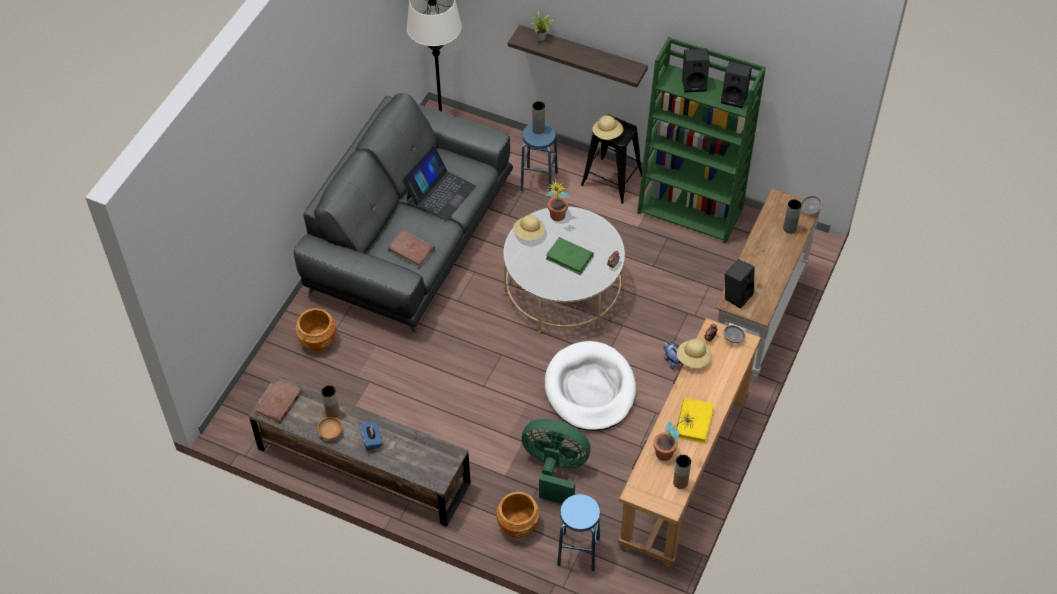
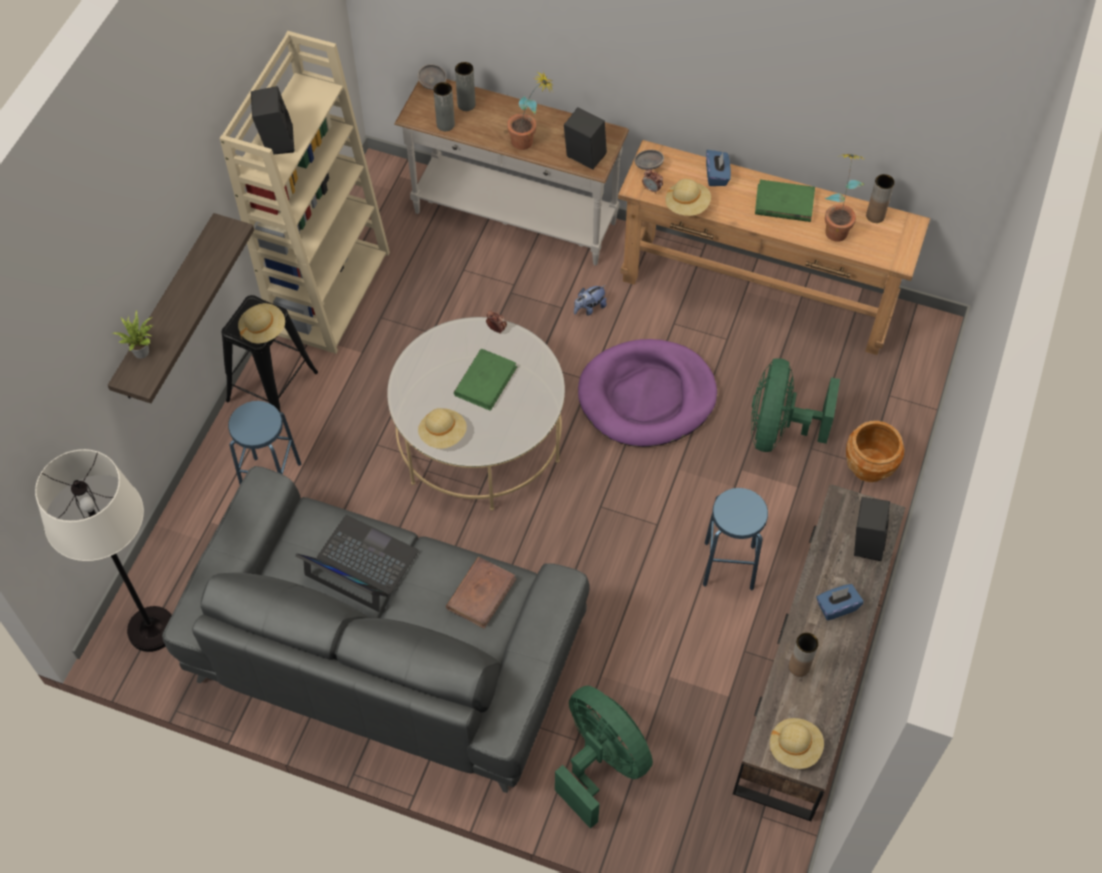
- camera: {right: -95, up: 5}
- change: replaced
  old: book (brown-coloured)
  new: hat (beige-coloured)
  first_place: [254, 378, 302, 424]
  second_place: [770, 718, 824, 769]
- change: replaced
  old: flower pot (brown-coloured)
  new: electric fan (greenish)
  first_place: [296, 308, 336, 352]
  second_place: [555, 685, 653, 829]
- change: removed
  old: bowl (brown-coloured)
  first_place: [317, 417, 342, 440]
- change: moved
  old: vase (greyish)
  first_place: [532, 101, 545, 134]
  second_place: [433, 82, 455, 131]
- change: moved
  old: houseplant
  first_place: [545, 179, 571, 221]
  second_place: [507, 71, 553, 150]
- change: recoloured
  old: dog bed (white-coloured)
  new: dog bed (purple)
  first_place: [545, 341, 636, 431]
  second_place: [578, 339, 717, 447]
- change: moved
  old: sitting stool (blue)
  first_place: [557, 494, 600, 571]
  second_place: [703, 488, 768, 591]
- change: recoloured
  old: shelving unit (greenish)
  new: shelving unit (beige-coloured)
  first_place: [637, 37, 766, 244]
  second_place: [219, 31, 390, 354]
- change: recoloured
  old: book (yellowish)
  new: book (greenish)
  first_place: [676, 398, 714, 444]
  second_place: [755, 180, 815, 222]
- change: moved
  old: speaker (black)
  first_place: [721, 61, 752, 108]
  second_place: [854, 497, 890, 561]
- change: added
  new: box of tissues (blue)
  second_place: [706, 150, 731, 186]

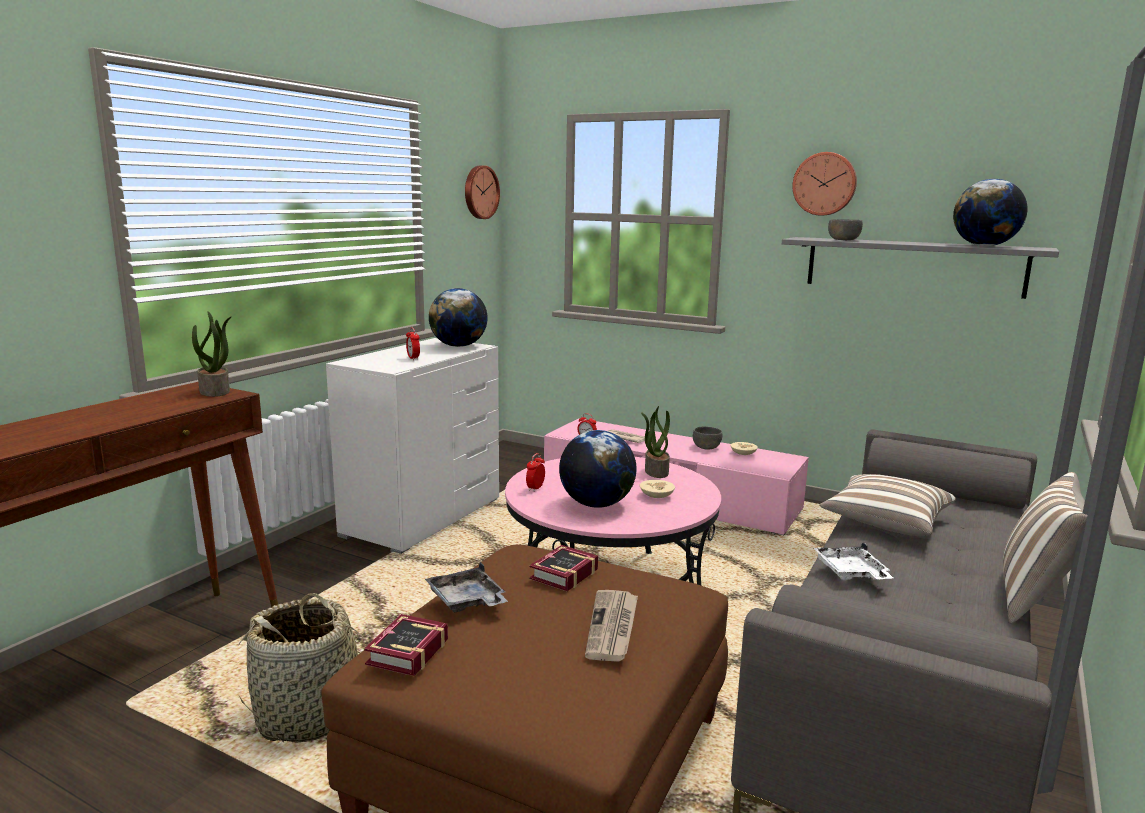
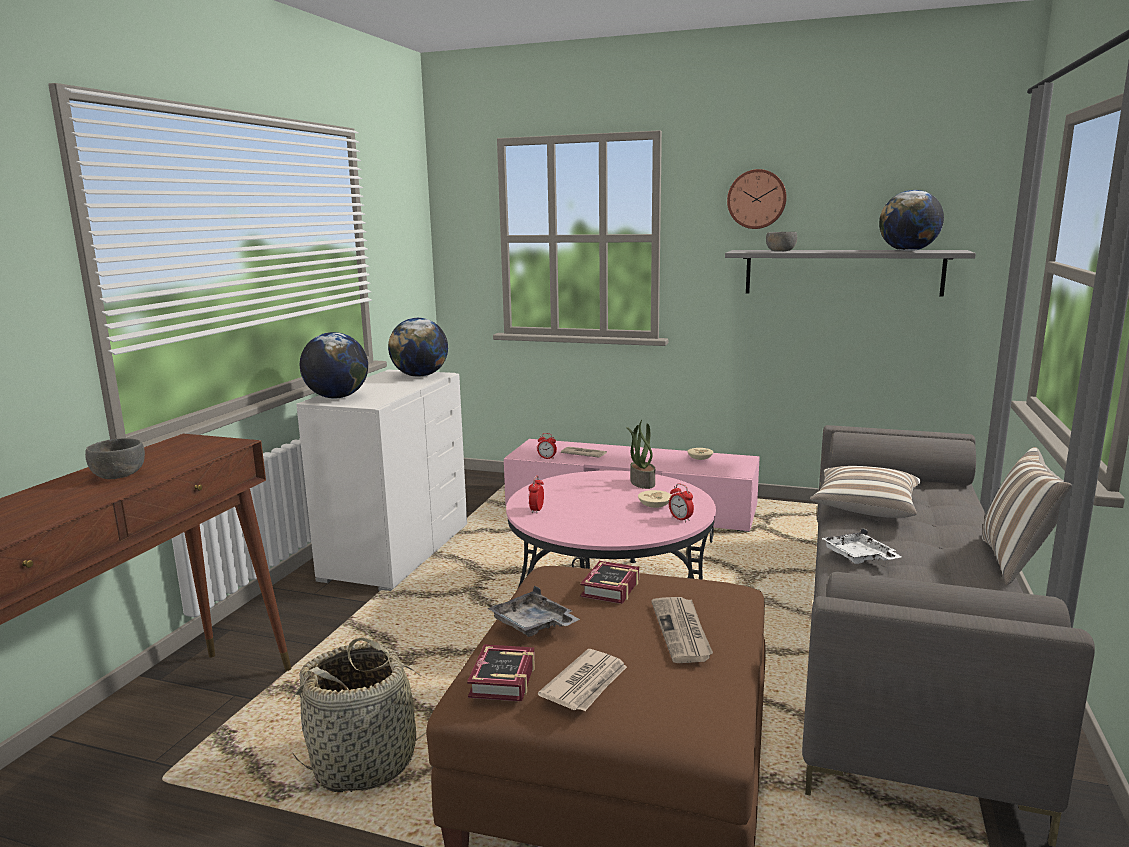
- camera: {right: -10, up: 0}
- change: removed
  old: houseplant
  first_place: [192, 311, 232, 397]
- change: moved
  old: table clock
  first_place: [406, 327, 420, 360]
  second_place: [669, 483, 694, 522]
- change: removed
  old: hanging clock
  first_place: [465, 166, 500, 219]
- change: moved
  old: world globe
  first_place: [559, 430, 636, 508]
  second_place: [300, 332, 368, 399]
- change: moved
  old: bowl (greyish)
  first_place: [693, 427, 722, 450]
  second_place: [85, 438, 145, 479]
- change: added
  new: daily paper
  second_place: [538, 649, 627, 711]

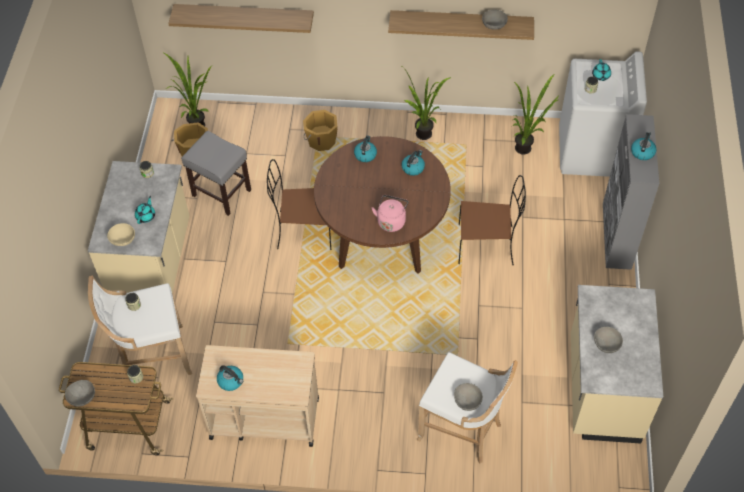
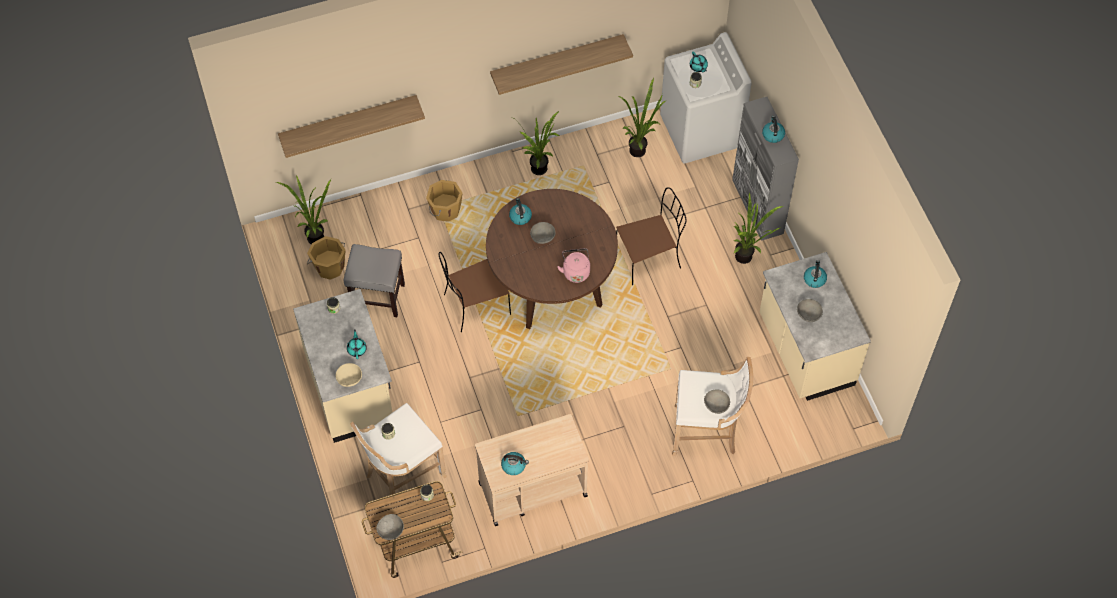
- camera: {right: -25, up: 5}
- change: moved
  old: water kettle
  first_place: [401, 150, 425, 176]
  second_place: [804, 260, 827, 288]
- change: moved
  old: bowl (greyish)
  first_place: [482, 10, 508, 30]
  second_place: [530, 222, 555, 244]
- change: added
  new: houseplant
  second_place: [734, 193, 783, 264]

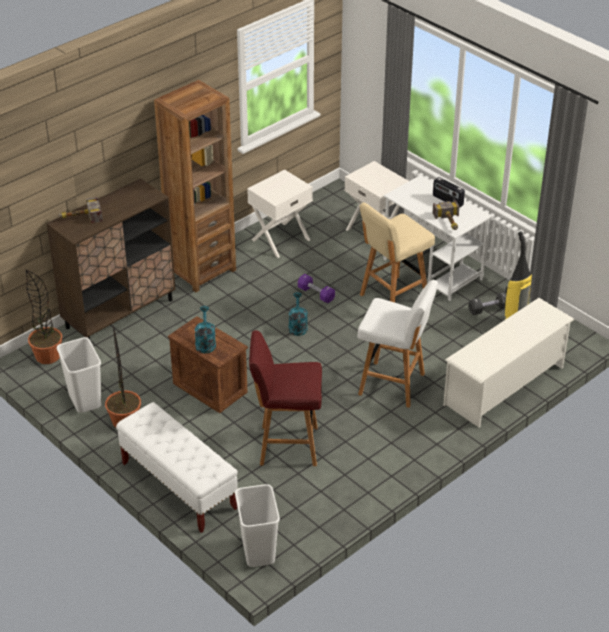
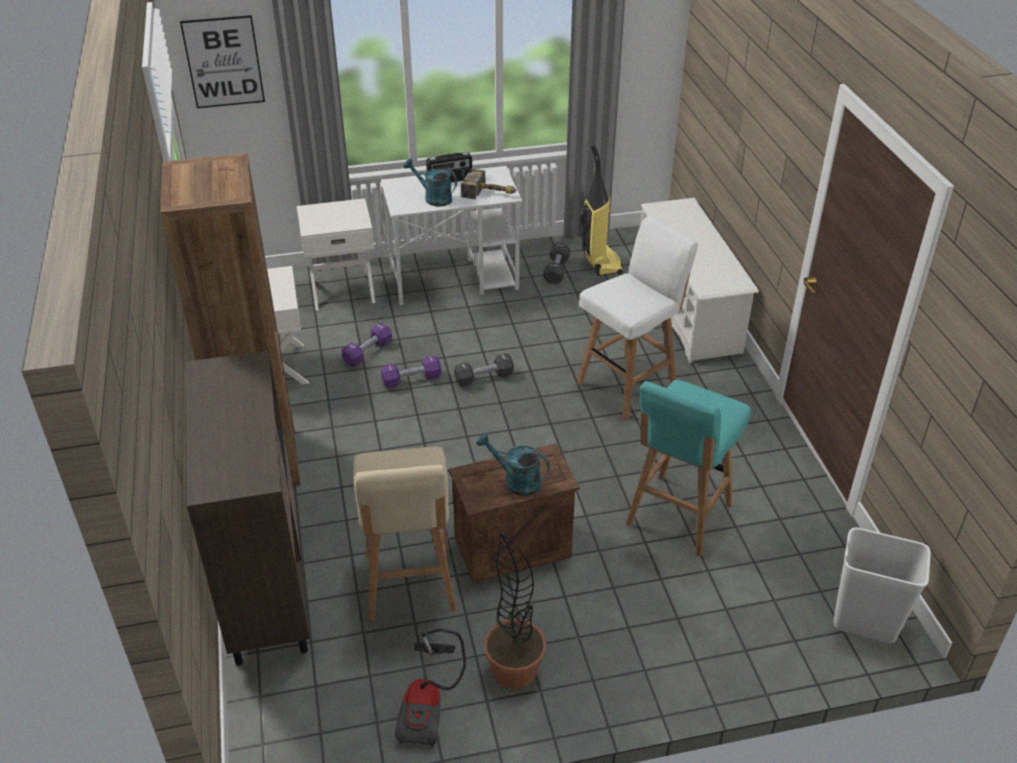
- camera: {right: -60, up: 0}
- change: removed
  old: houseplant
  first_place: [25, 269, 62, 364]
- change: replaced
  old: trash can (white-coloured)
  new: hoover
  first_place: [57, 337, 101, 413]
  second_place: [395, 628, 466, 747]
- change: removed
  old: tool hammer
  first_place: [58, 197, 103, 223]
- change: removed
  old: indoor bench (white-coloured)
  first_place: [116, 402, 238, 533]
- change: recoloured
  old: sitting stool (reddish)
  new: sitting stool (blue-green)
  first_place: [249, 330, 322, 466]
  second_place: [626, 380, 751, 557]
- change: moved
  old: watering pot (blue-green)
  first_place: [289, 292, 308, 336]
  second_place: [404, 159, 457, 207]
- change: moved
  old: sitting stool (beige-coloured)
  first_place: [359, 202, 435, 303]
  second_place: [353, 447, 457, 621]
- change: added
  new: picture
  second_place: [180, 15, 265, 108]
- change: added
  new: dumbbell (purple)
  second_place: [341, 323, 392, 367]
- change: added
  new: dumbbell (black)
  second_place: [454, 353, 514, 387]

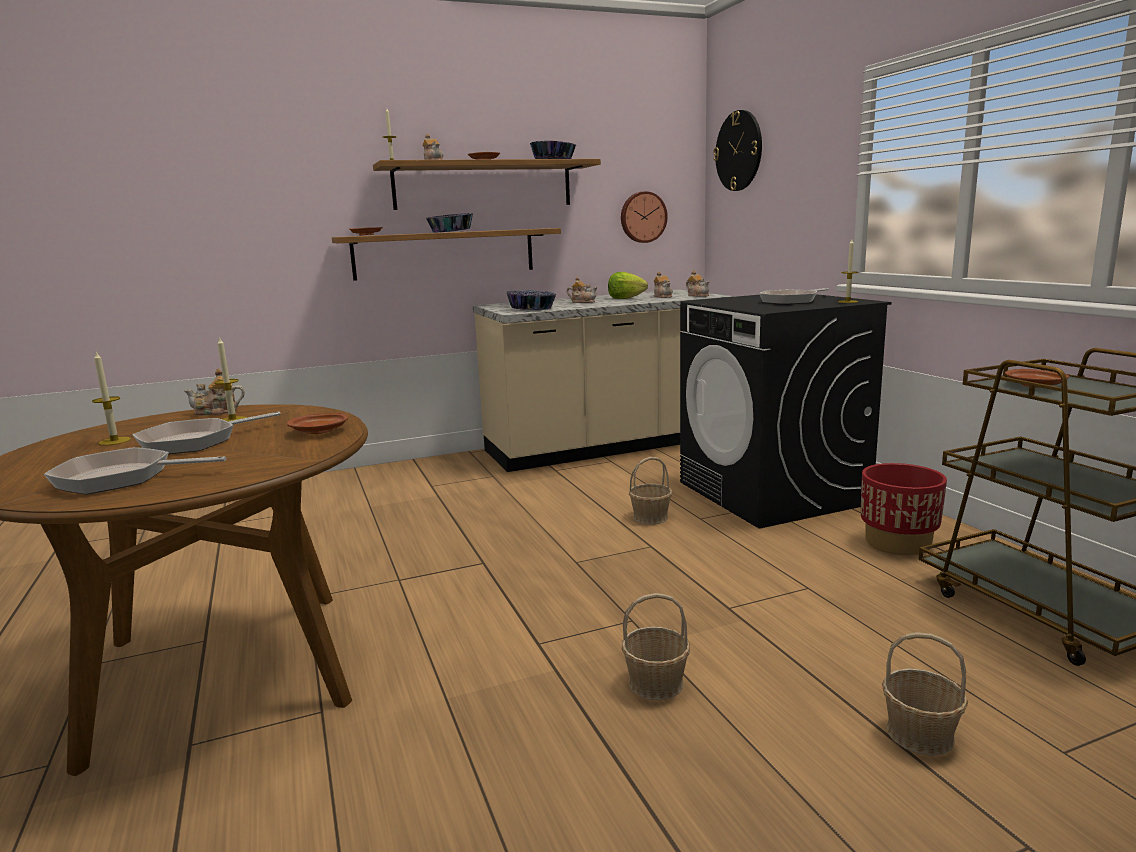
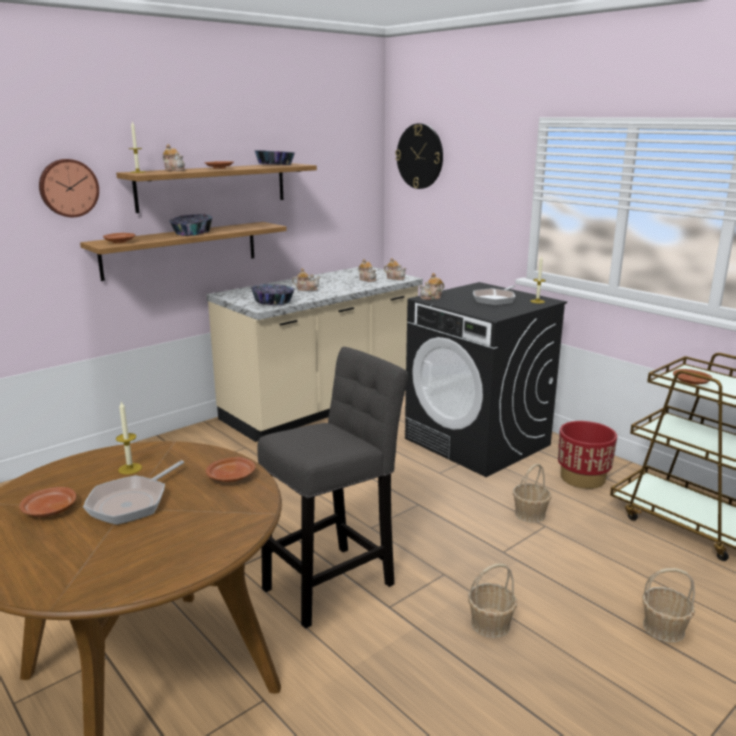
- camera: {right: -20, up: 5}
- change: removed
  old: frying pan
  first_place: [44, 447, 226, 494]
- change: replaced
  old: wax light
  new: flat dish (brown-coloured)
  first_place: [92, 351, 131, 446]
  second_place: [19, 487, 76, 517]
- change: moved
  old: tea pot
  first_place: [184, 369, 245, 415]
  second_place: [419, 273, 445, 300]
- change: removed
  old: head of lettuce
  first_place: [608, 272, 648, 299]
- change: moved
  old: hanging clock
  first_place: [621, 191, 668, 243]
  second_place: [39, 159, 99, 217]
- change: moved
  old: basket
  first_place: [629, 457, 672, 524]
  second_place: [513, 464, 551, 523]
- change: added
  new: sitting stool (greyish)
  second_place: [257, 347, 408, 629]

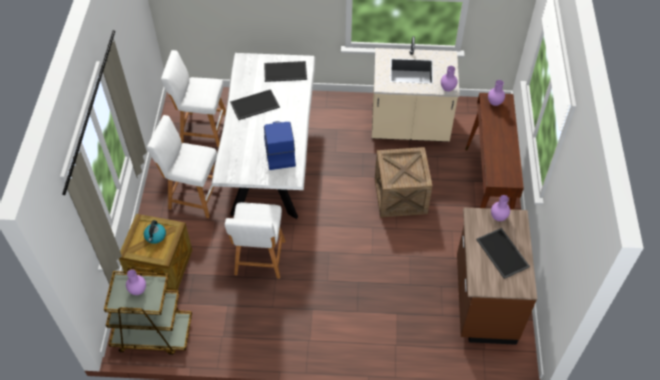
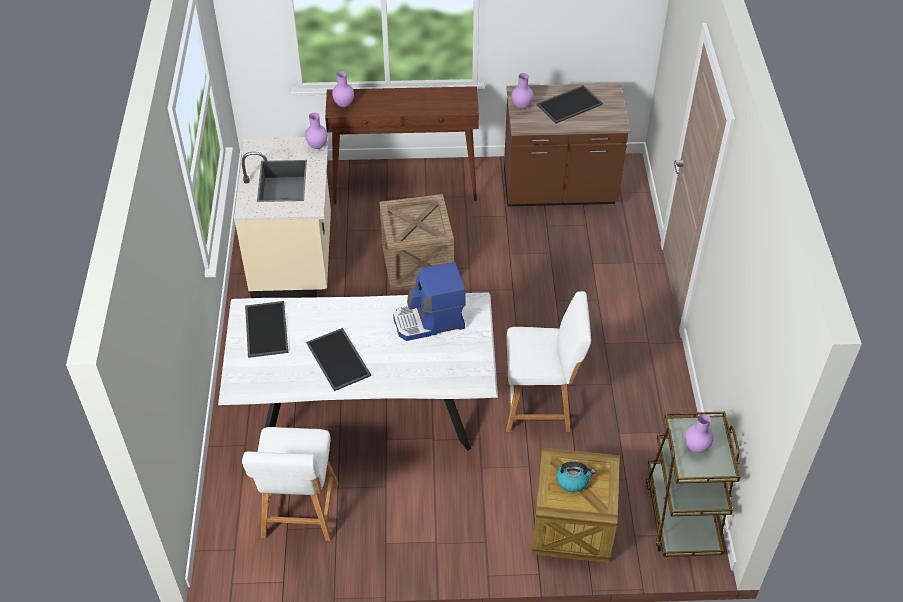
- camera: {right: -95, up: -5}
- change: removed
  old: sitting stool (white-coloured)
  first_place: [147, 115, 217, 218]

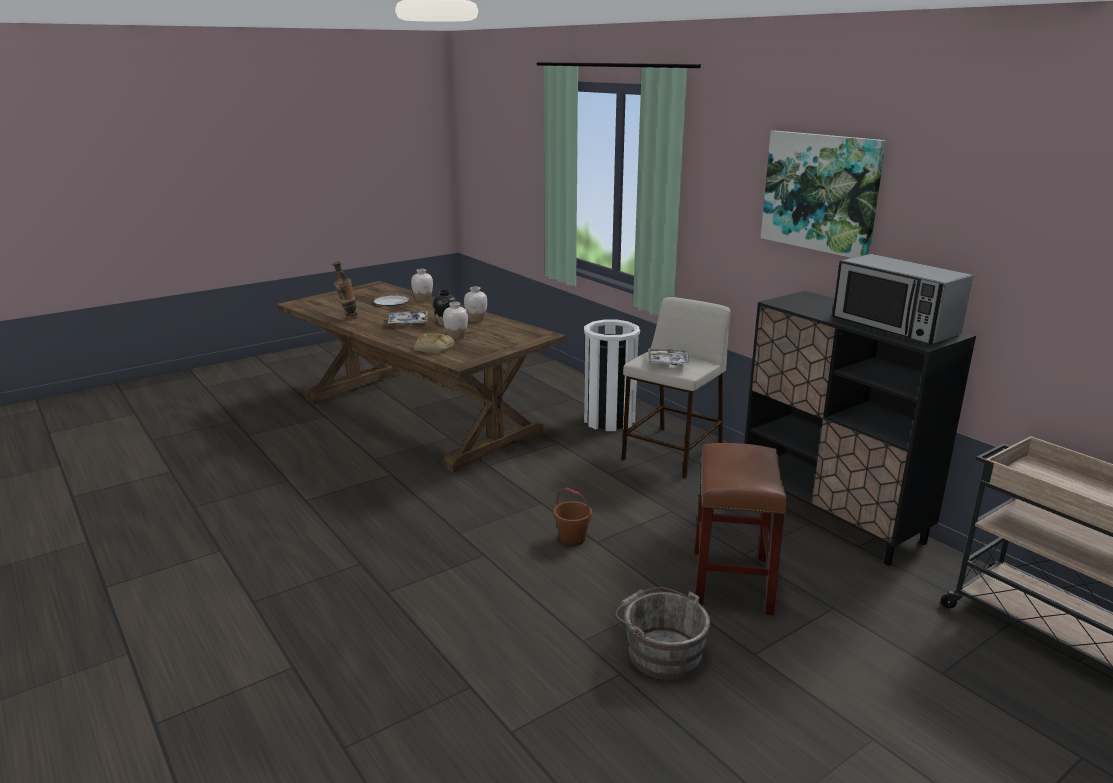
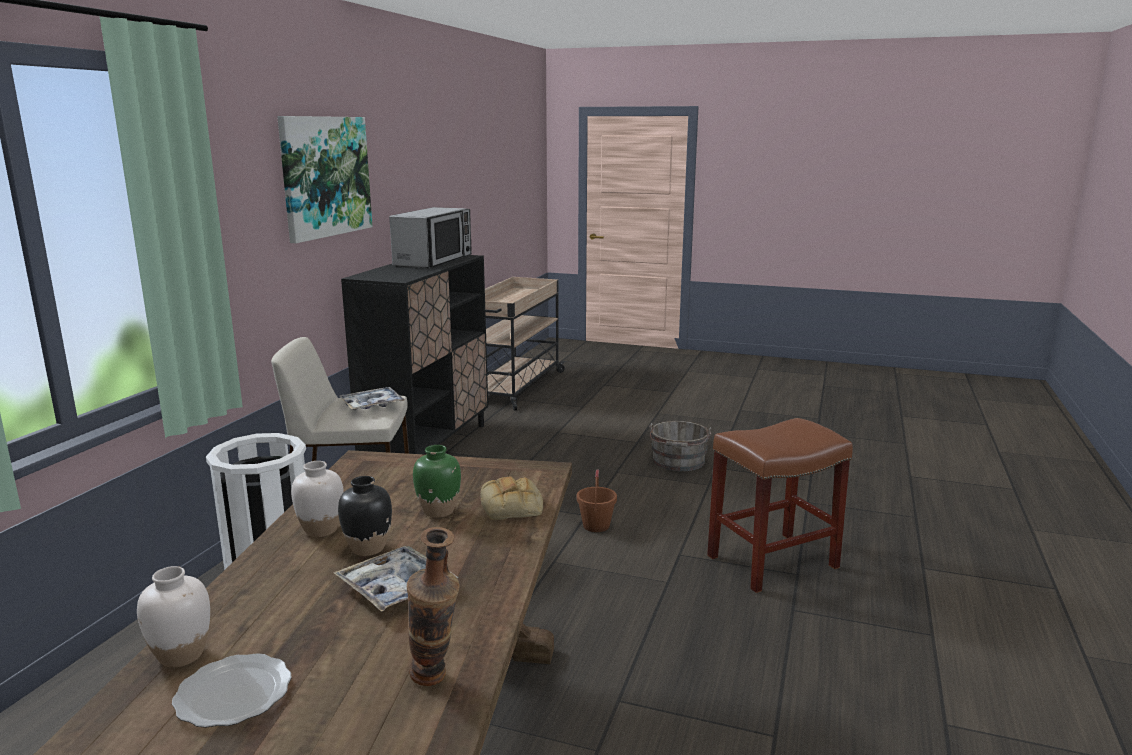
- camera: {right: -125, up: -5}
- change: recoloured
  old: vase (white-coloured)
  new: vase (greenish)
  first_place: [443, 302, 468, 340]
  second_place: [413, 445, 461, 518]
- change: moved
  old: sitting stool (brown-coloured)
  first_place: [694, 443, 787, 616]
  second_place: [707, 418, 853, 593]

